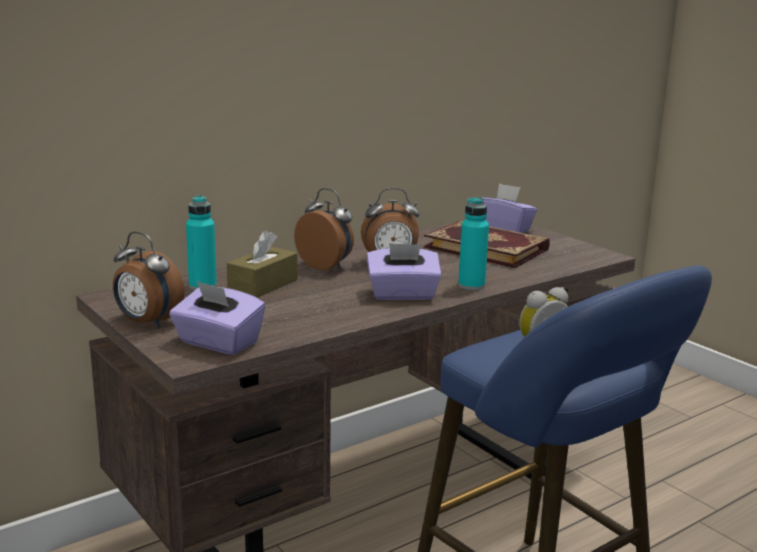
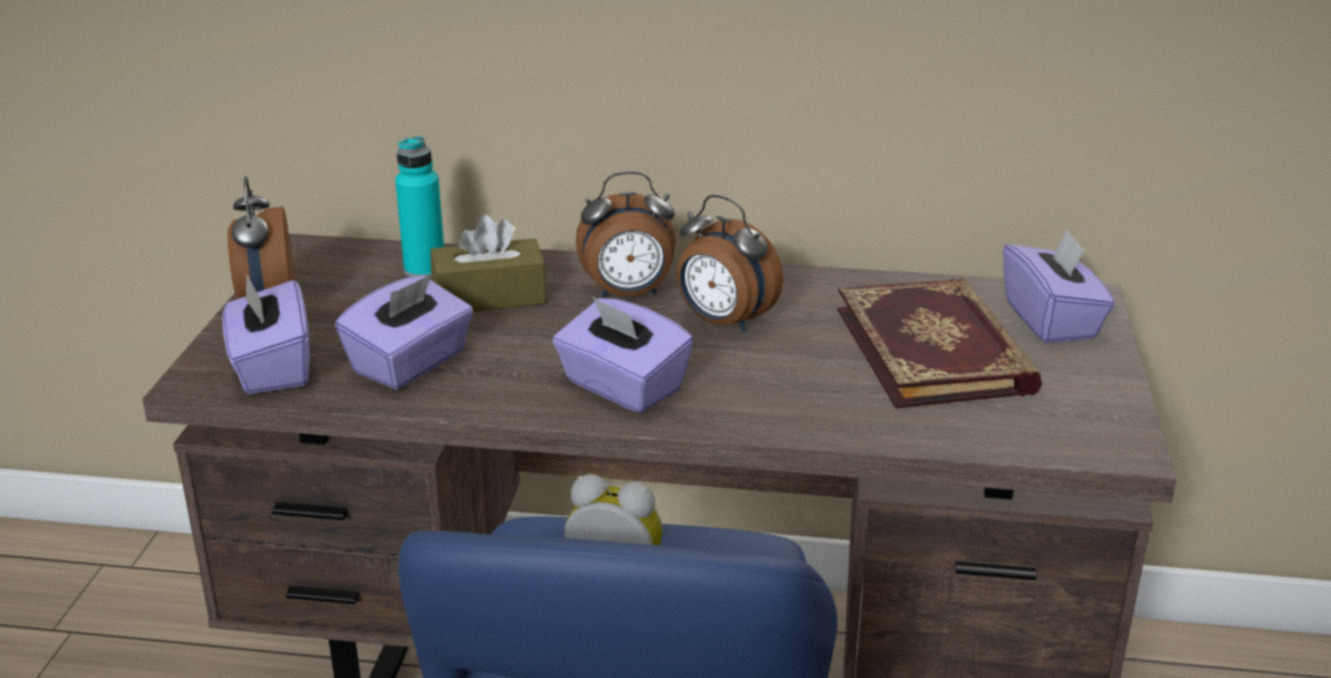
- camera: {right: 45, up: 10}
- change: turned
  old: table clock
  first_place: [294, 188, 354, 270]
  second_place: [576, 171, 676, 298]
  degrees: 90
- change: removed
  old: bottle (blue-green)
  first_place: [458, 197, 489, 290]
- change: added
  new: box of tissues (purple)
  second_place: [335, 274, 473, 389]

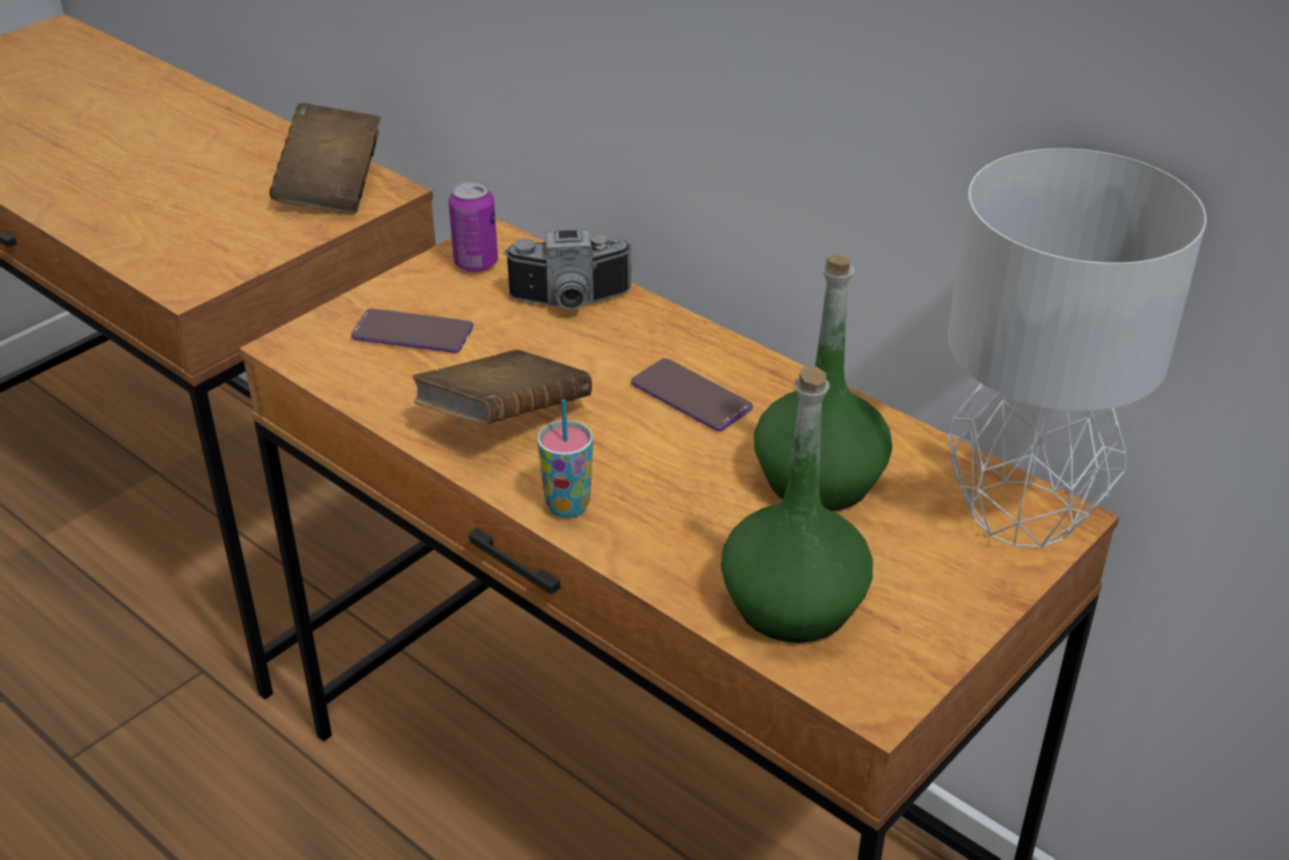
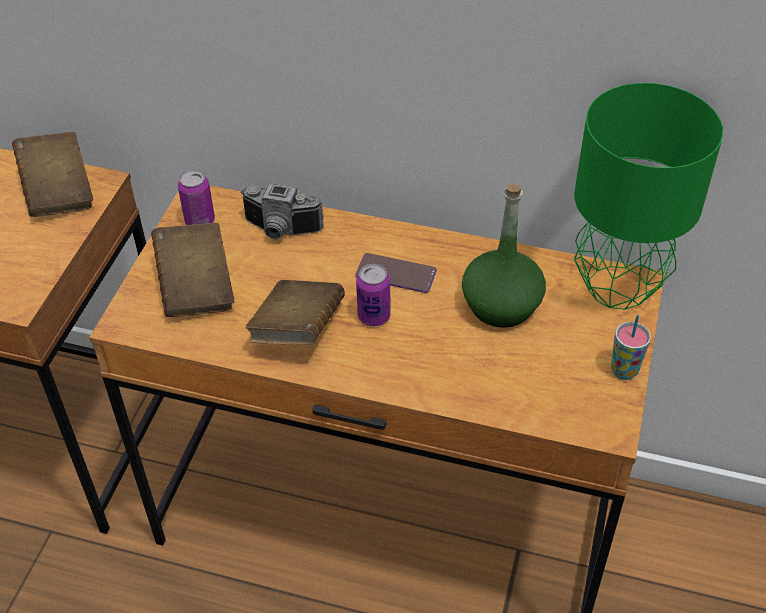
- camera: {right: -25, up: 10}
- change: replaced
  old: handset
  new: book (brown-coloured)
  first_place: [351, 309, 473, 353]
  second_place: [151, 223, 234, 317]
- change: turned
  old: photo camera
  first_place: [503, 229, 633, 310]
  second_place: [240, 183, 324, 239]
  degrees: 45
- change: moved
  old: cup
  first_place: [537, 399, 593, 518]
  second_place: [611, 315, 651, 380]
- change: removed
  old: bottle (greenish)
  first_place: [721, 366, 873, 643]
- change: recoloured
  old: table lamp (greyish)
  new: table lamp (greenish)
  first_place: [947, 148, 1206, 547]
  second_place: [574, 83, 723, 310]
- change: added
  new: sealed can
  second_place: [356, 264, 391, 326]

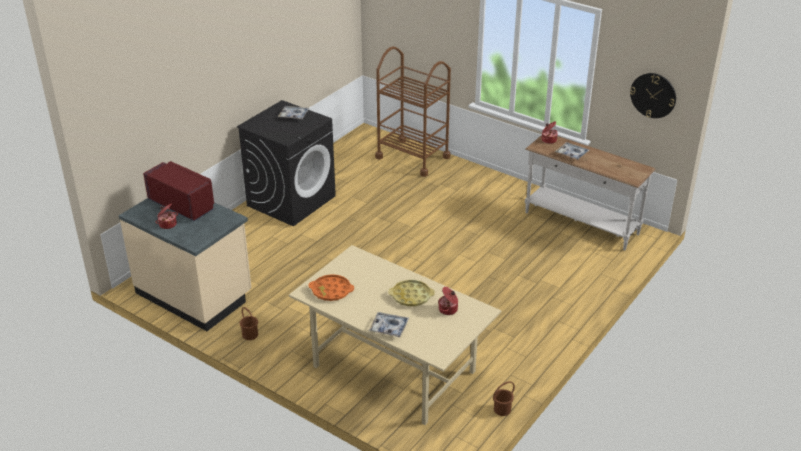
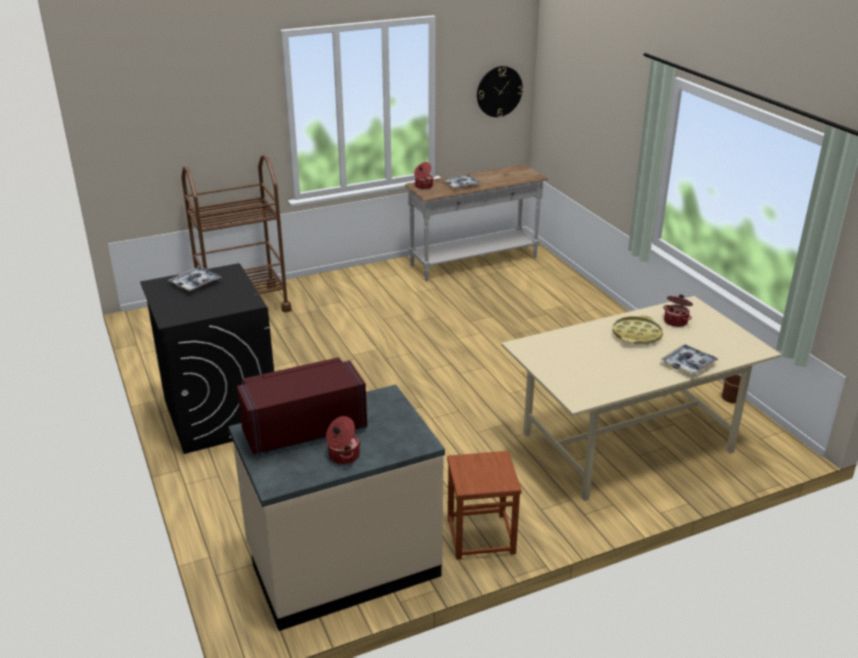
- camera: {right: -60, up: -5}
- change: replaced
  old: water bucket (brown-coloured)
  new: sitting stool (brown-coloured)
  first_place: [239, 307, 258, 340]
  second_place: [447, 451, 522, 560]
- change: removed
  old: carrying tray (orange-coloured)
  first_place: [308, 274, 354, 301]

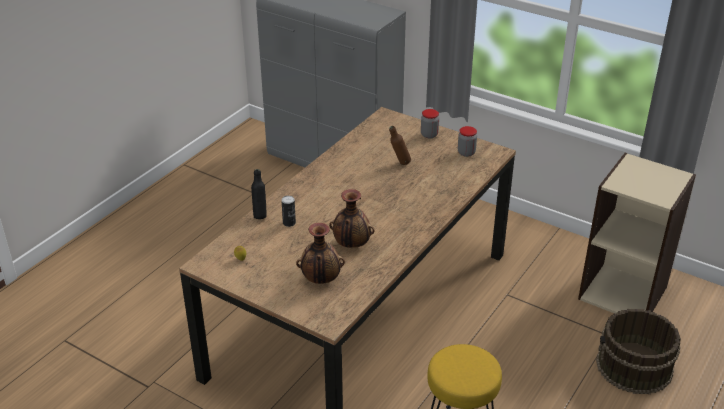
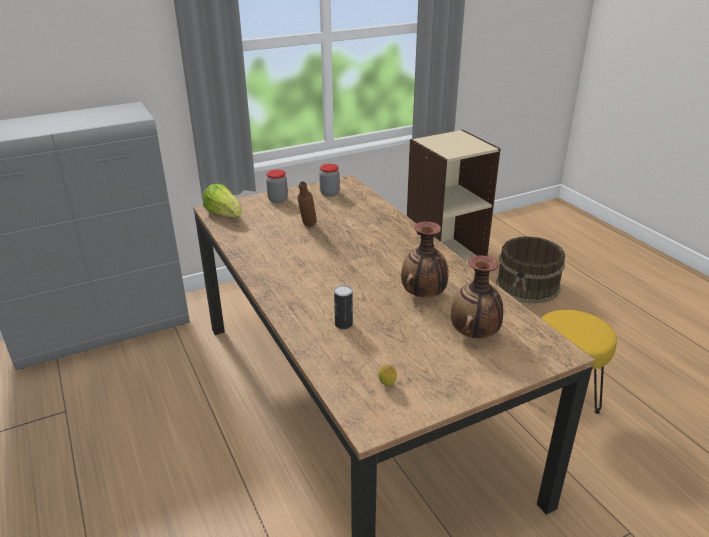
- camera: {right: -60, up: -5}
- change: removed
  old: bottle (black)
  first_place: [251, 169, 267, 219]
- change: added
  new: head of lettuce
  second_place: [202, 184, 242, 217]

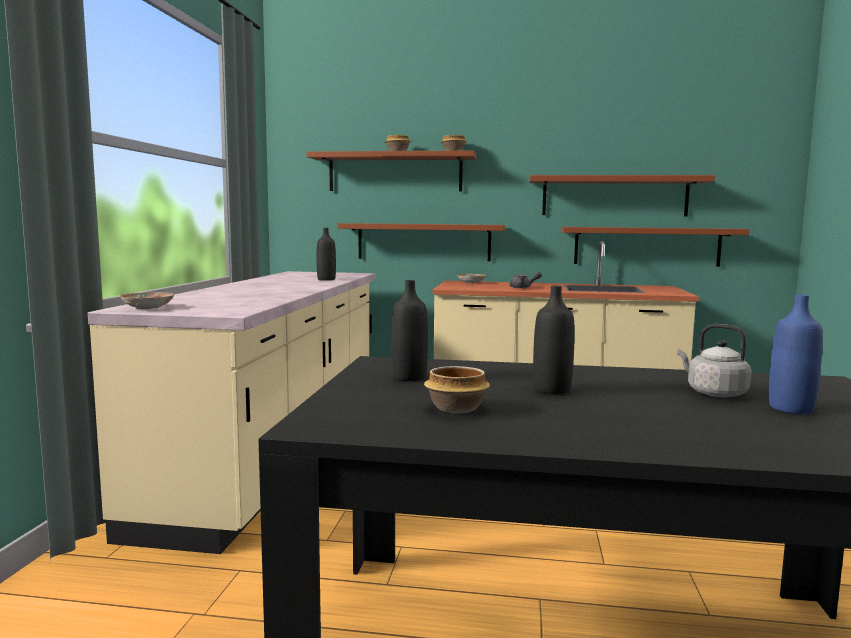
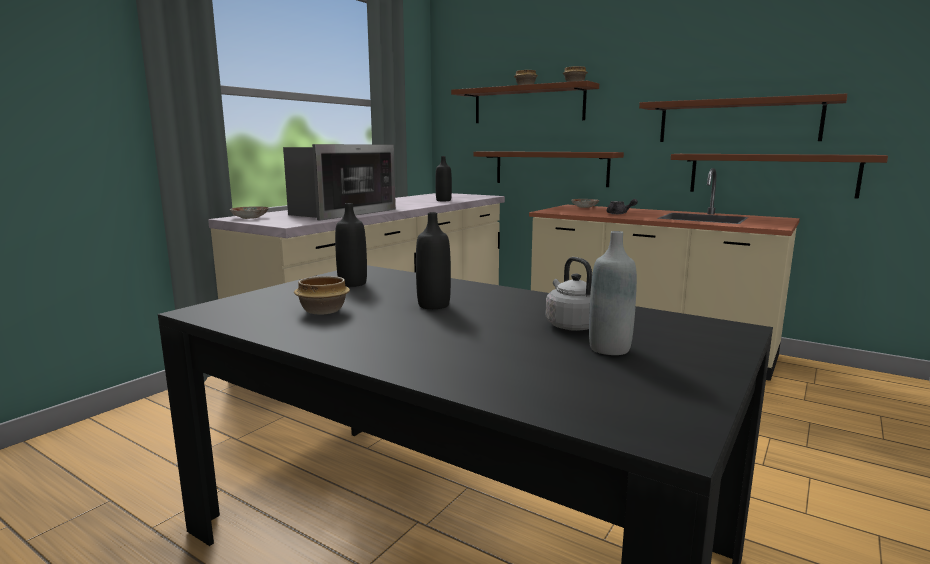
- camera: {right: 25, up: 5}
- change: recoloured
  old: bottle (blue)
  new: bottle (greyish)
  first_place: [769, 294, 823, 414]
  second_place: [589, 231, 637, 355]
- change: added
  new: microwave oven
  second_place: [283, 144, 396, 221]

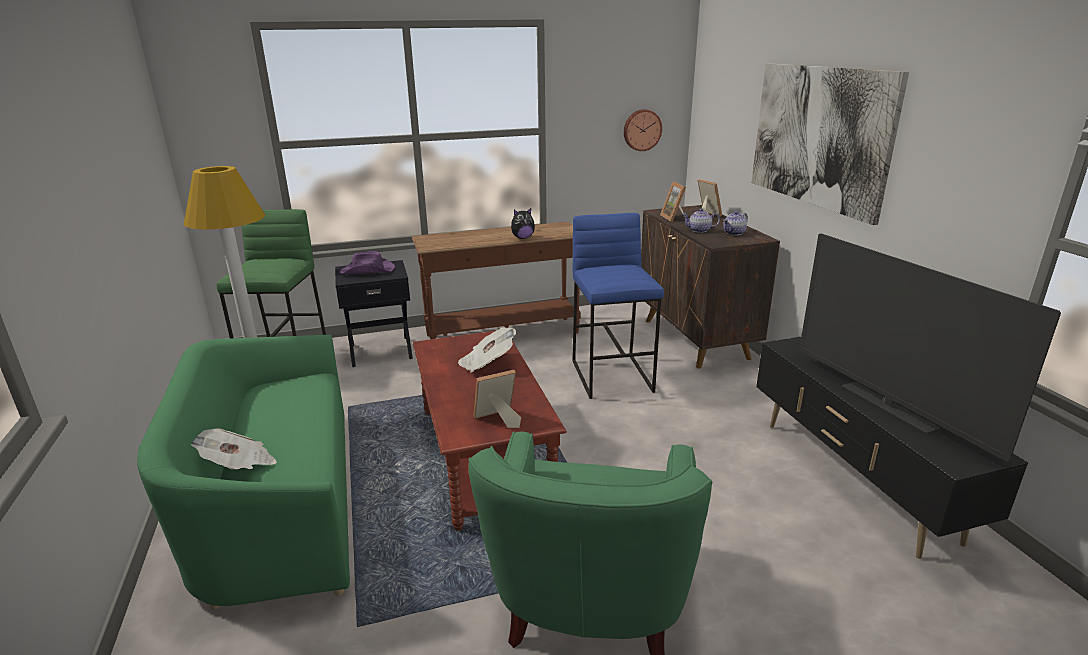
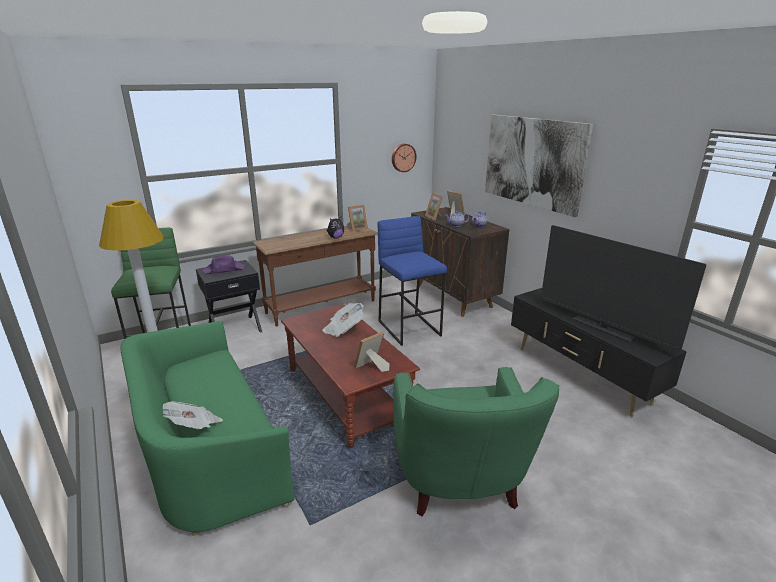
- camera: {right: -15, up: 0}
- change: added
  new: standing frame
  second_place: [347, 205, 368, 231]

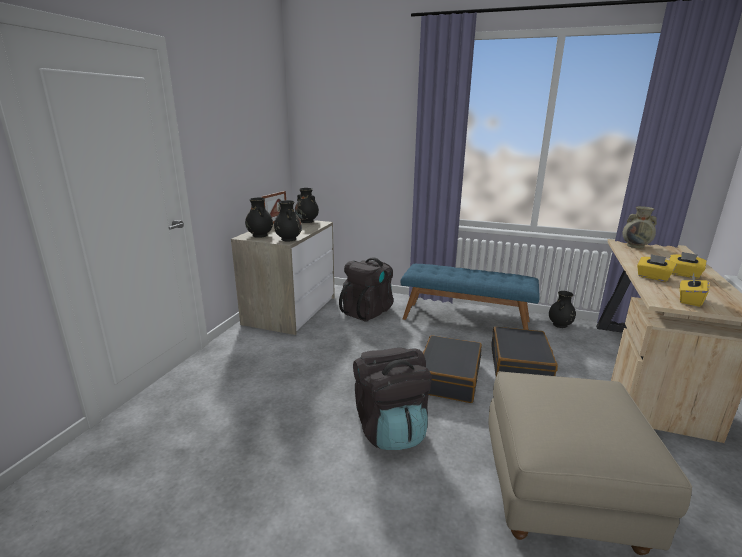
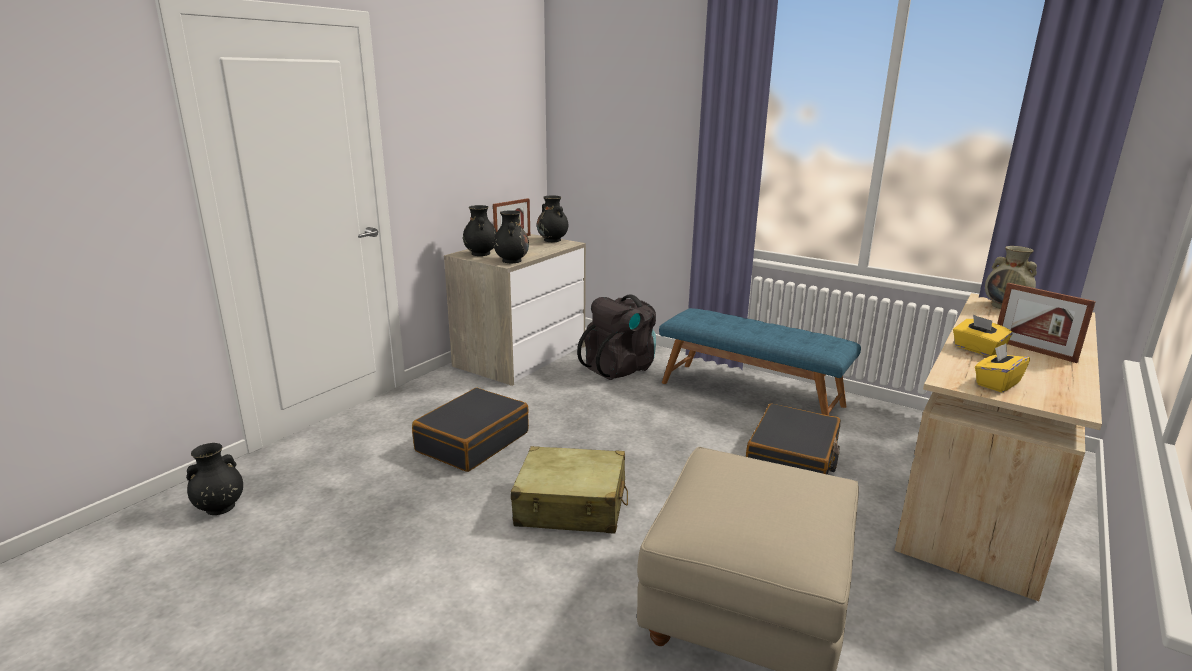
- camera: {right: 15, up: 0}
- change: replaced
  old: rucksack (black)
  new: travel case (beige-coloured)
  first_place: [353, 348, 432, 450]
  second_place: [511, 446, 628, 534]
- change: moved
  old: travel case (black)
  first_place: [423, 335, 482, 403]
  second_place: [412, 388, 529, 472]
- change: moved
  old: vase (black)
  first_place: [549, 291, 576, 328]
  second_place: [186, 443, 243, 515]
- change: replaced
  old: box of tissues (yellowish)
  new: standing frame
  first_place: [669, 252, 707, 279]
  second_place: [997, 283, 1096, 363]

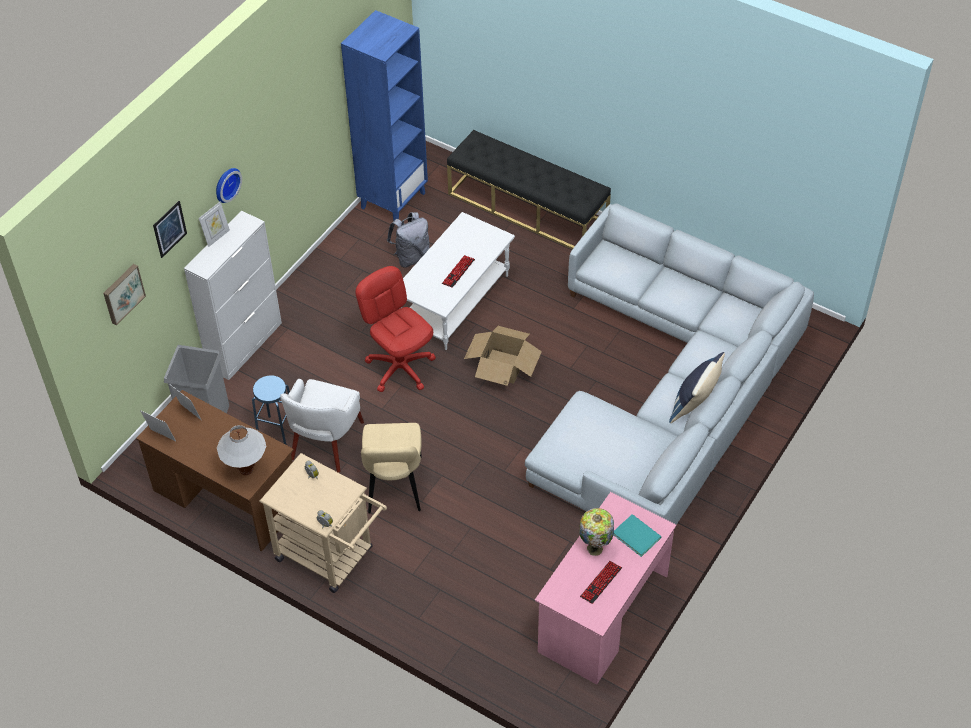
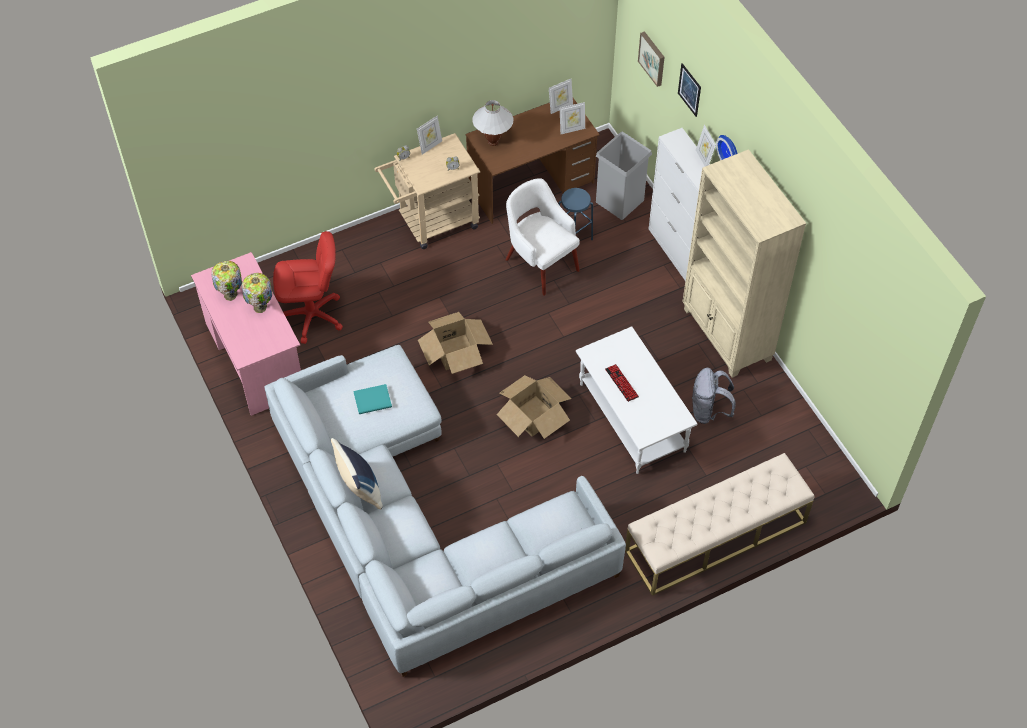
- camera: {right: 120, up: 5}
- change: removed
  old: shelving unit (blue)
  first_place: [341, 10, 428, 221]
- change: moved
  old: desk chair (reddish)
  first_place: [356, 266, 436, 392]
  second_place: [273, 231, 343, 344]
- change: removed
  old: chair (beige-coloured)
  first_place: [361, 423, 422, 514]
- change: recoloured
  old: indoor bench (black)
  new: indoor bench (beige-coloured)
  first_place: [447, 130, 611, 249]
  second_place: [625, 453, 814, 596]
- change: replaced
  old: keyboard
  new: table lamp
  first_place: [580, 561, 622, 604]
  second_place: [212, 261, 242, 301]
- change: moved
  old: book (blue-green)
  first_place: [614, 514, 662, 557]
  second_place: [353, 384, 392, 414]
- change: added
  new: standing frame
  second_place: [417, 116, 442, 154]
- change: added
  new: cardboard box
  second_place: [418, 312, 493, 374]
- change: added
  new: shelving unit (beige-coloured)
  second_place: [682, 149, 806, 378]

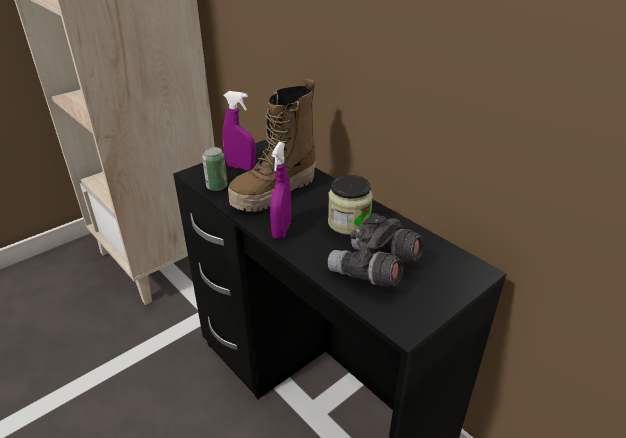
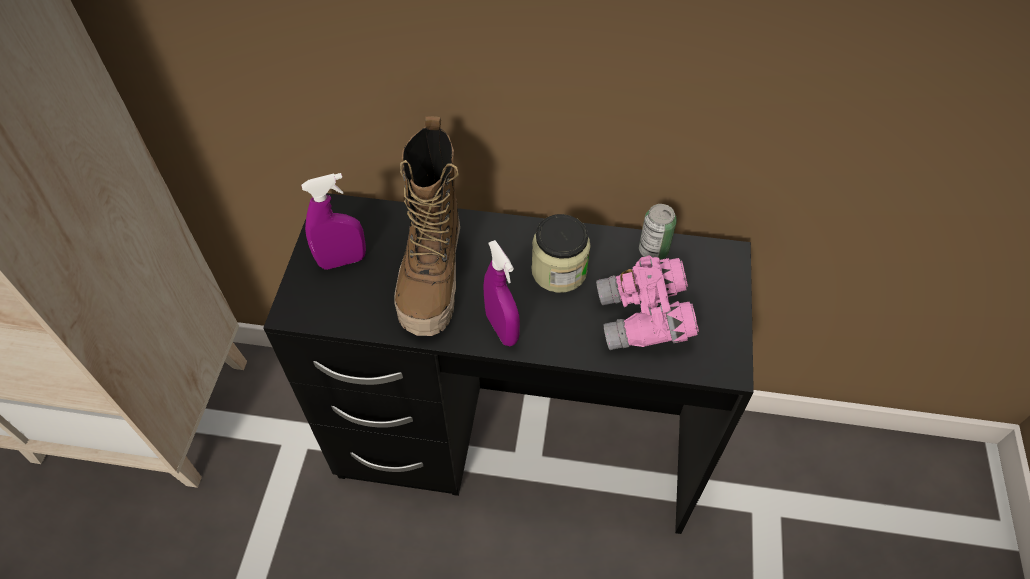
- camera: {right: -40, up: 20}
- change: moved
  old: sealed can
  first_place: [202, 147, 228, 191]
  second_place: [639, 204, 677, 260]
- change: recoloured
  old: binoculars (greyish)
  new: binoculars (pink)
  first_place: [328, 213, 424, 287]
  second_place: [596, 255, 699, 350]

